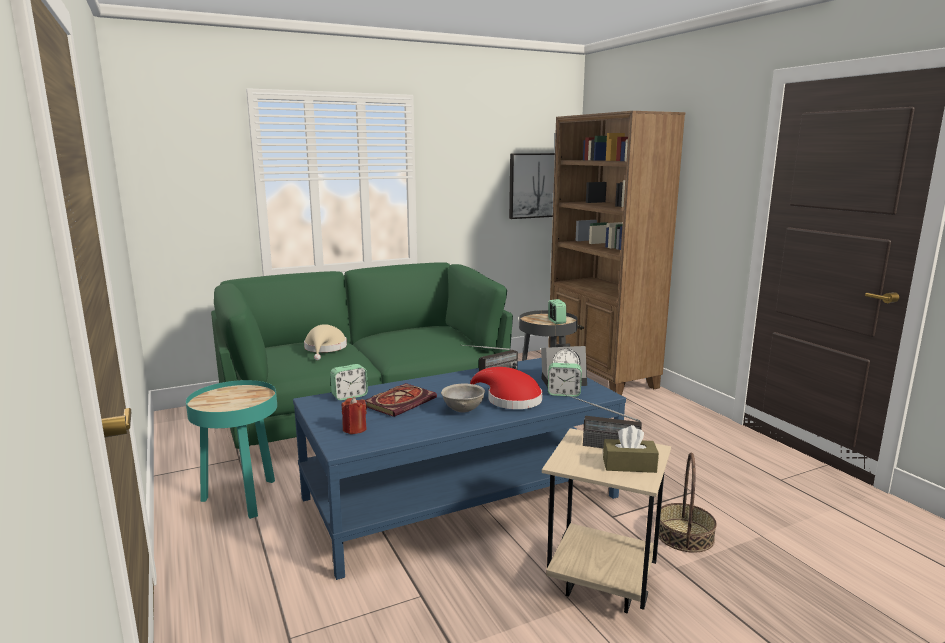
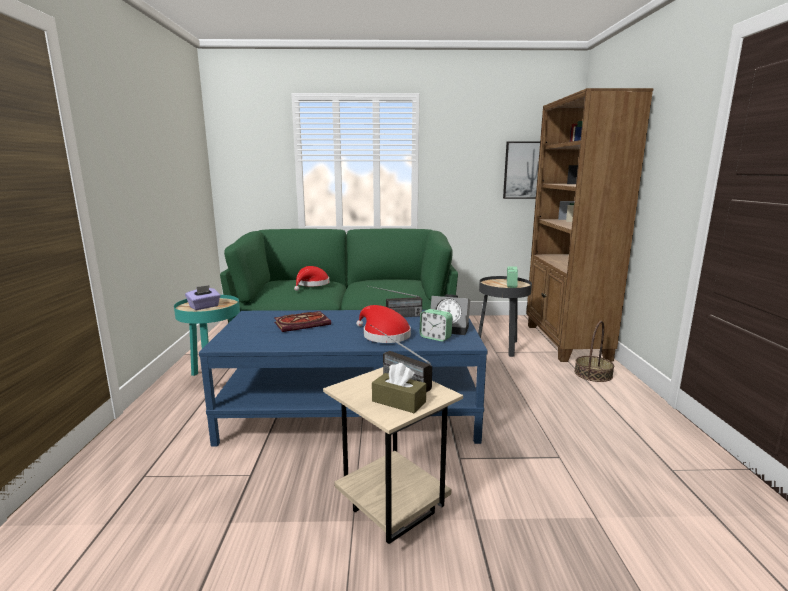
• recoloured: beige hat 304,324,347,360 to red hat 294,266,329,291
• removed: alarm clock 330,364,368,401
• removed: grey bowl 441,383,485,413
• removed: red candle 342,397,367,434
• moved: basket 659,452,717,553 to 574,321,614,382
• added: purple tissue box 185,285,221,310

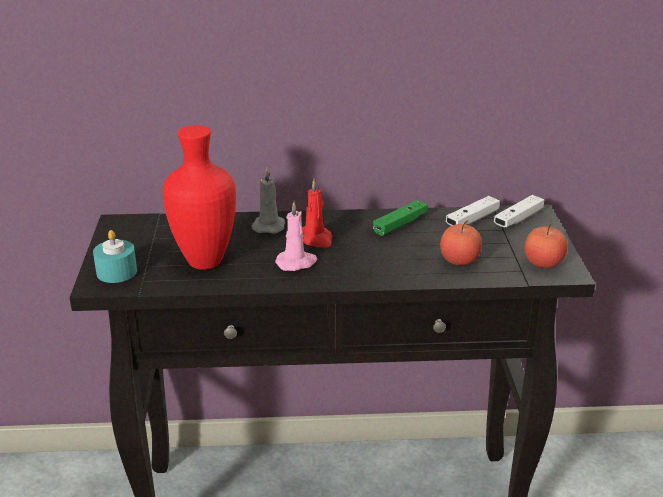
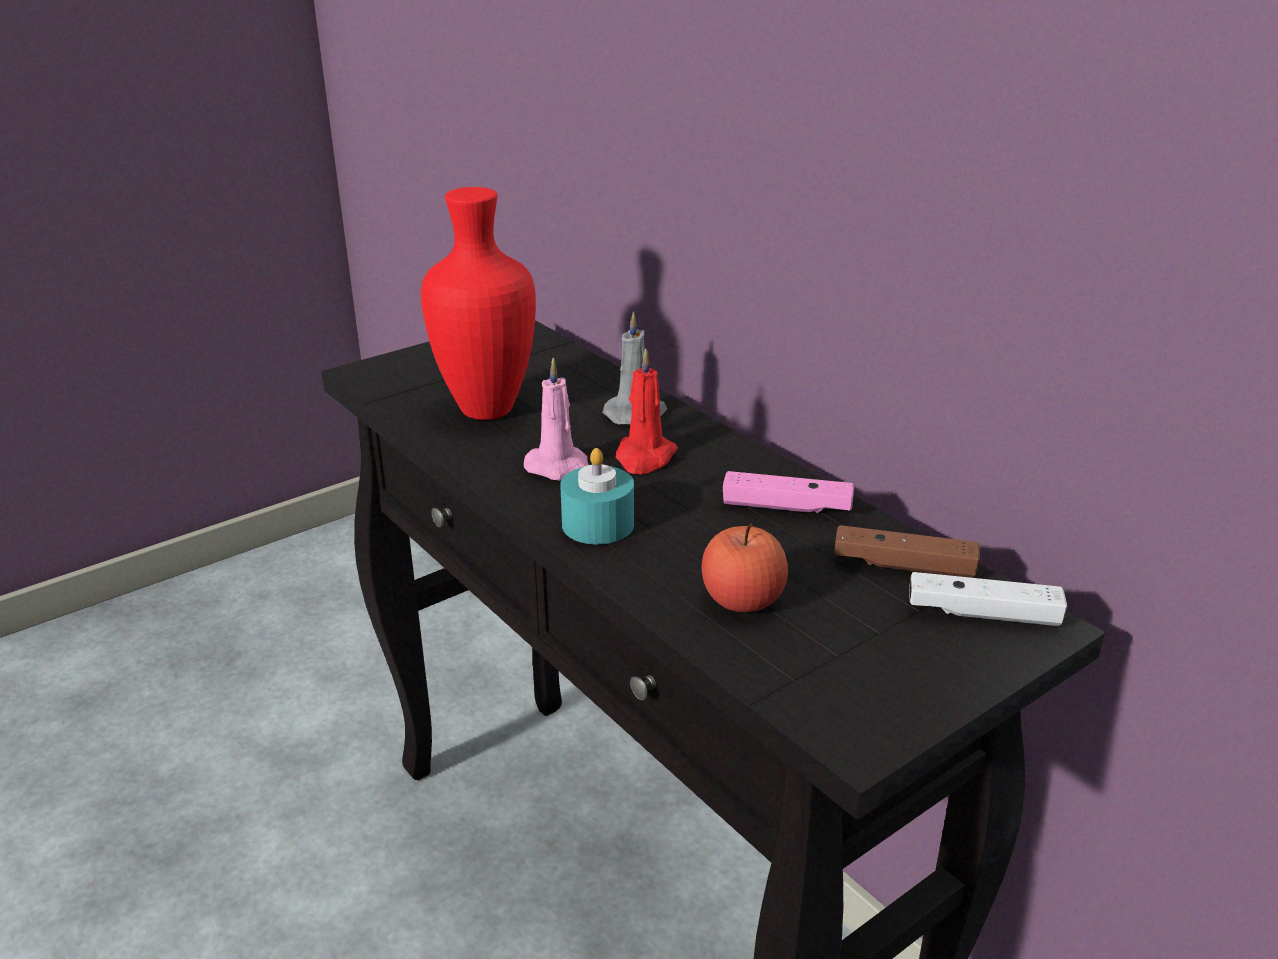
• recoloured: white game controller 446,196,500,226 to brown game controller 834,525,980,578
• recoloured: green game controller 373,200,428,236 to pink game controller 723,471,854,513
• removed: apple 524,220,567,268
• moved: turquoise candle 93,230,137,283 to 560,448,634,545

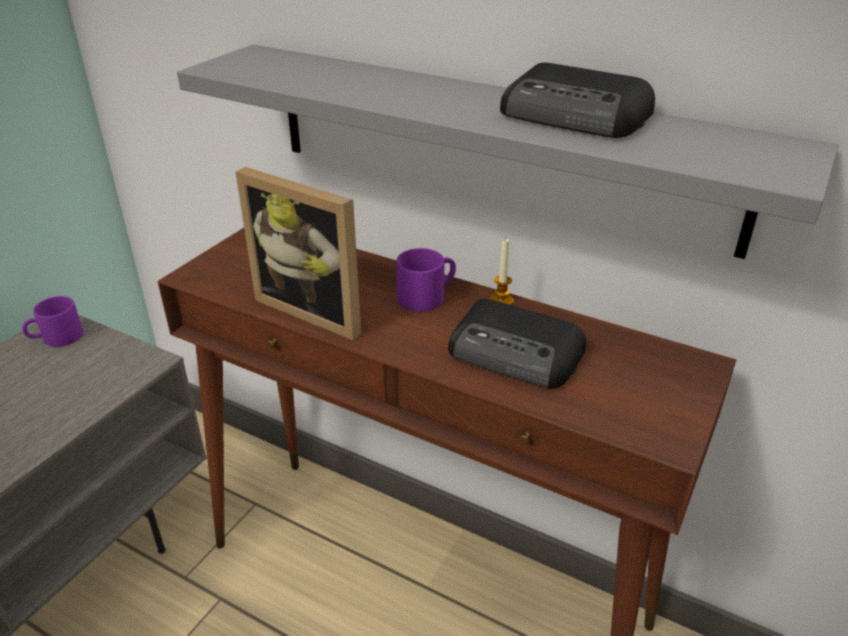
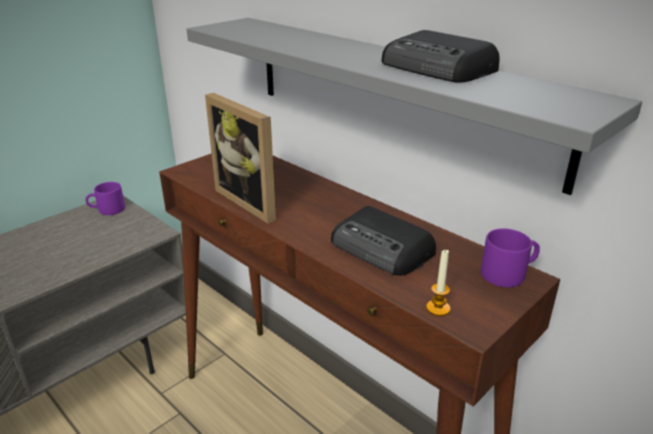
• moved: candle 490,239,514,305 to 426,249,450,316
• moved: purple mug 396,248,456,312 to 481,229,540,287

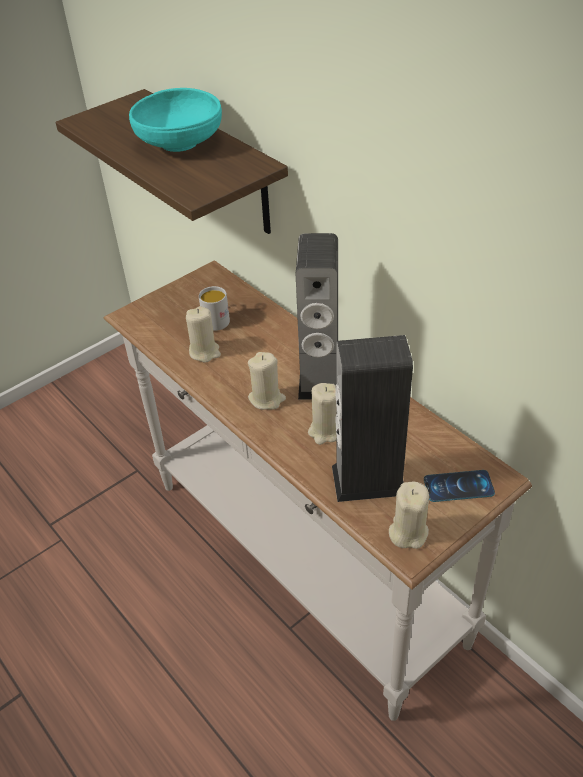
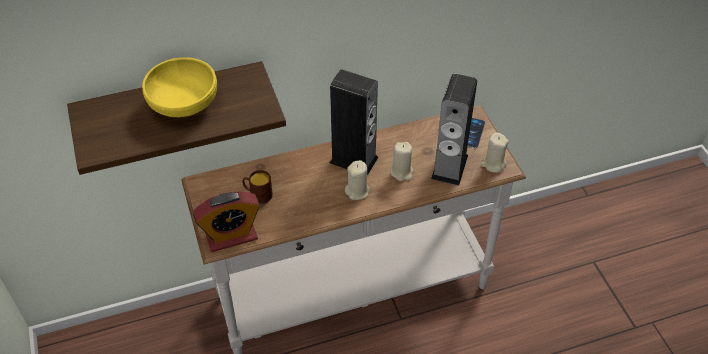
• recoloured: turquoise bowl 129,88,222,152 to yellow bowl 142,57,217,117
• recoloured: white mug 199,286,230,331 to brown mug 242,170,273,204
• removed: beige candle 186,306,221,363
• added: alarm clock 193,192,260,252

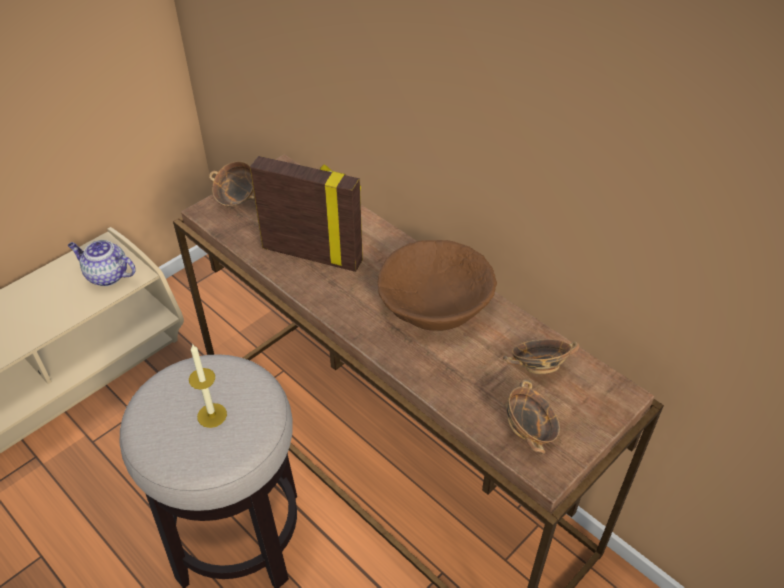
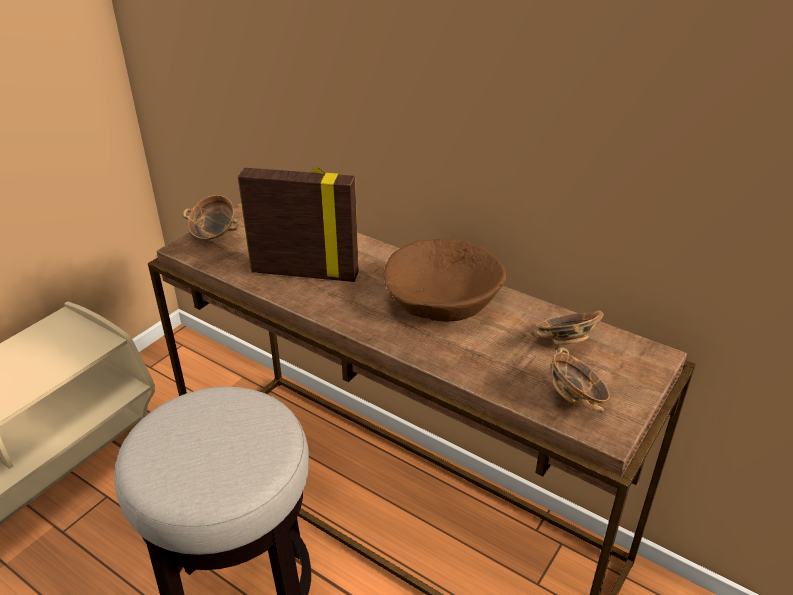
• removed: teapot 68,240,136,286
• removed: candle 189,345,227,428

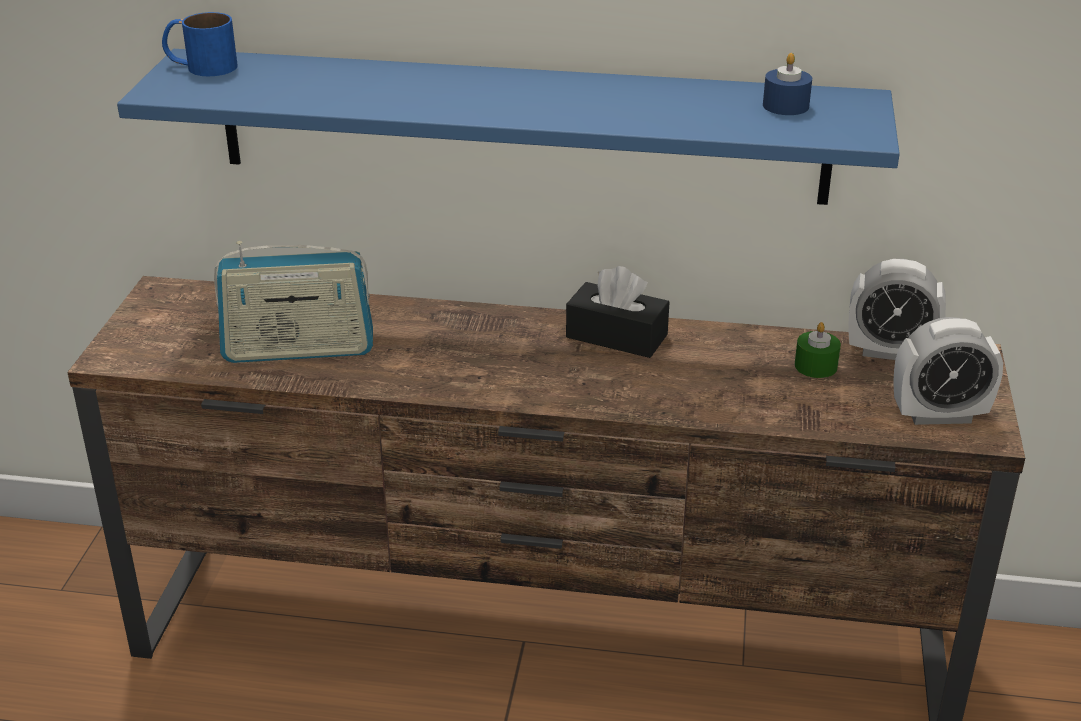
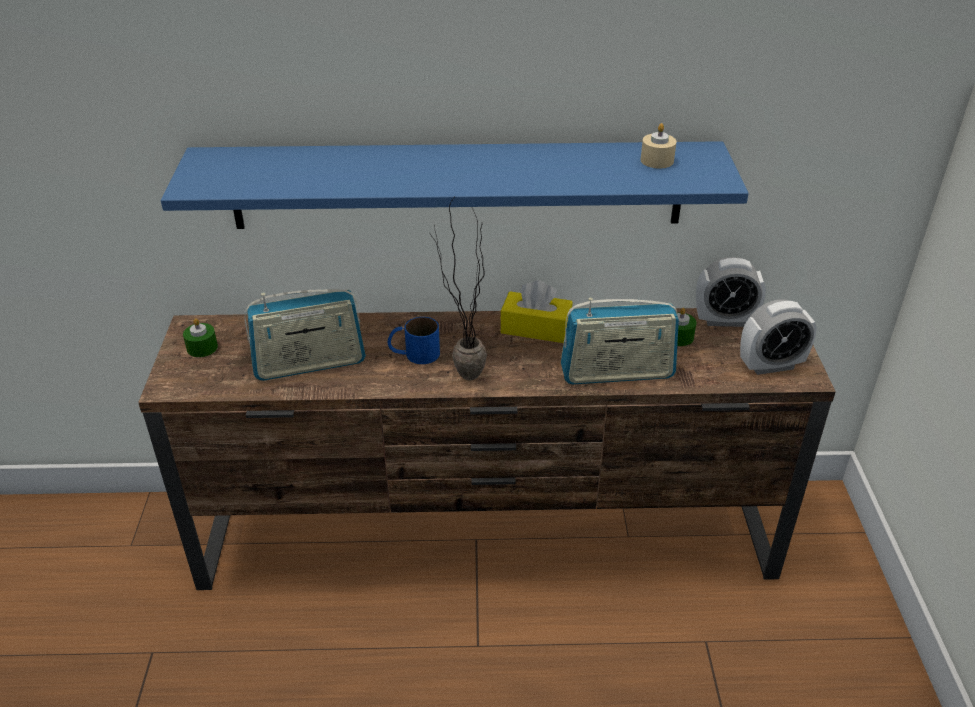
• moved: blue mug 162,12,237,76 to 387,317,440,364
• recoloured: blue candle 763,53,812,115 to beige candle 641,123,677,169
• recoloured: black tissue box 566,266,669,358 to yellow tissue box 501,281,572,343
• added: potted plant 430,195,487,380
• added: radio 561,297,679,385
• added: green candle 183,318,218,357

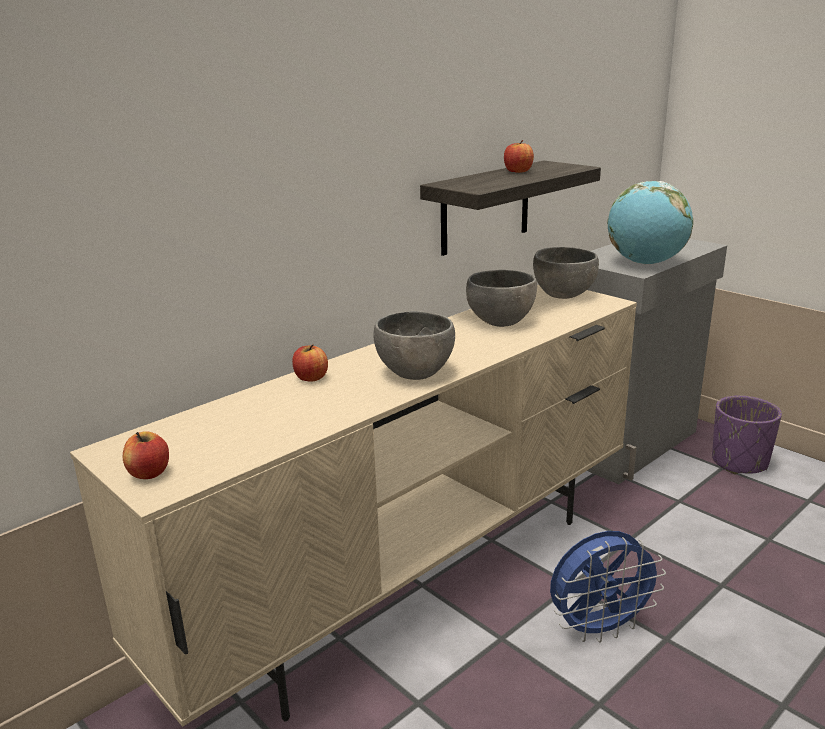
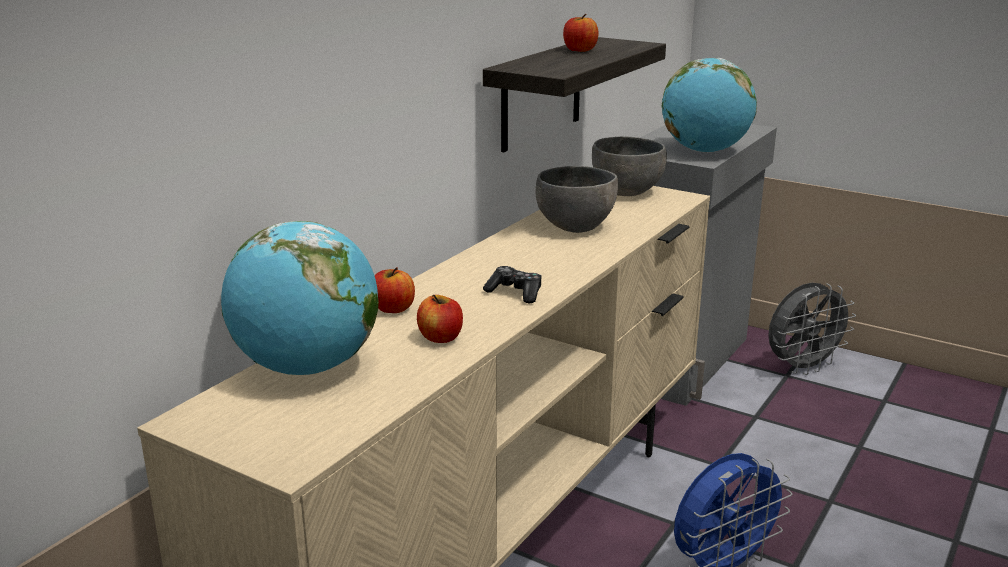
• replaced: grey bowl 373,311,455,380 to game controller 483,266,542,303
• replaced: purple planter 712,396,782,474 to grey fan 768,283,856,375
• moved: apple 123,431,169,479 to 417,295,463,343
• added: globe 221,221,379,375

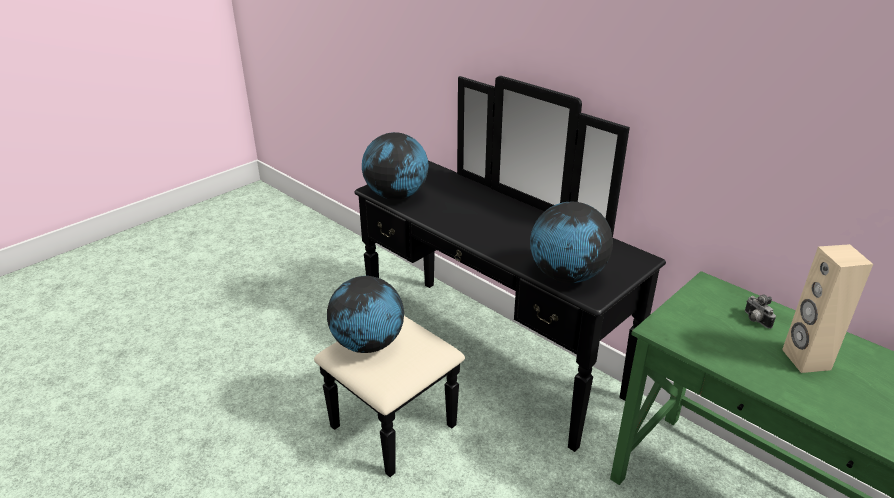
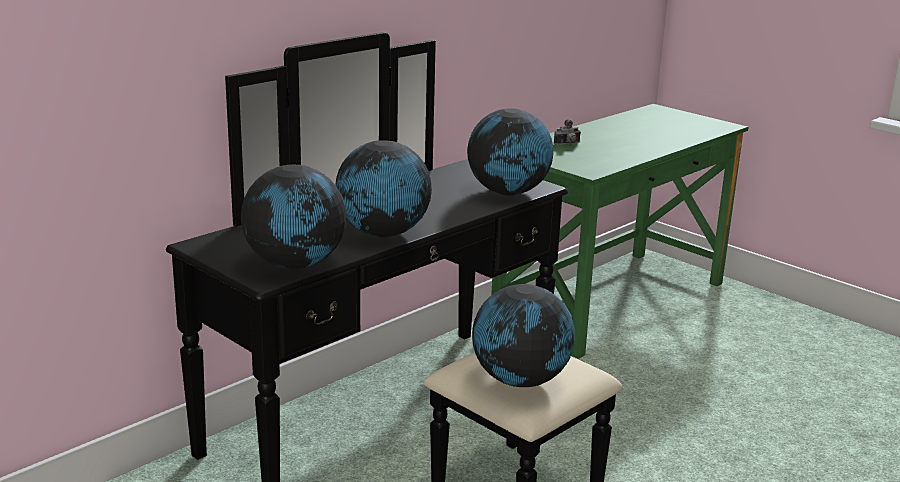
• removed: beige speaker 782,244,873,373
• added: globe 335,140,432,237

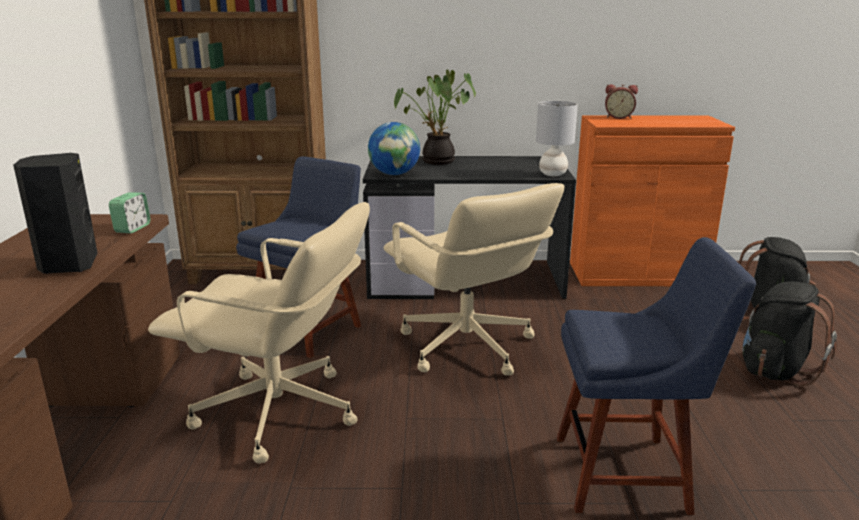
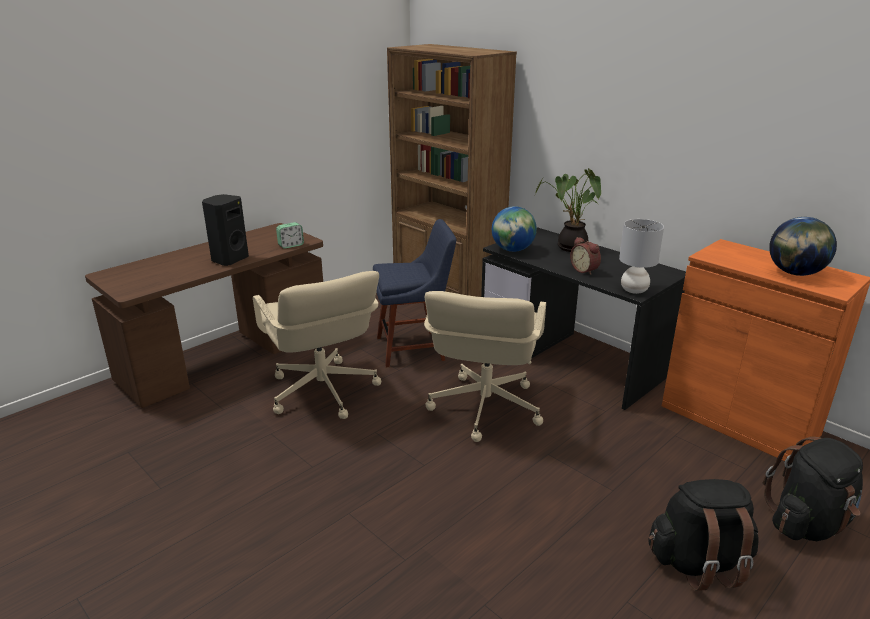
• moved: alarm clock 605,84,638,119 to 570,237,601,275
• removed: blue chair 557,237,756,515
• added: globe 769,217,837,276

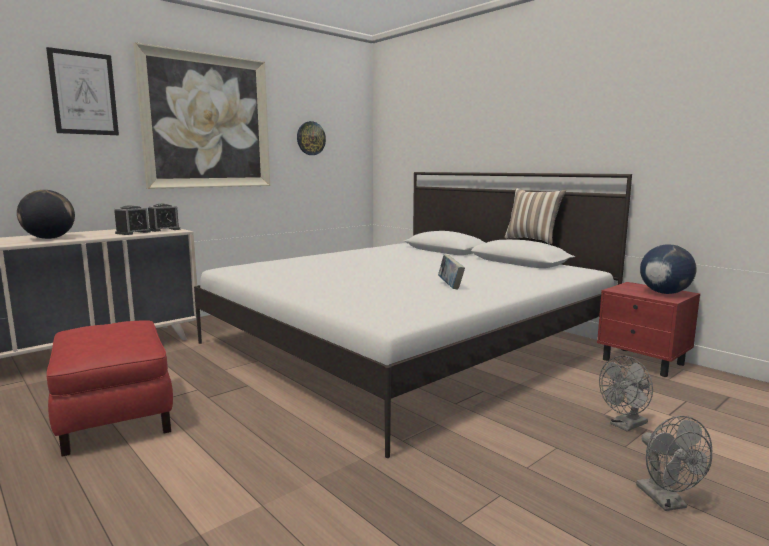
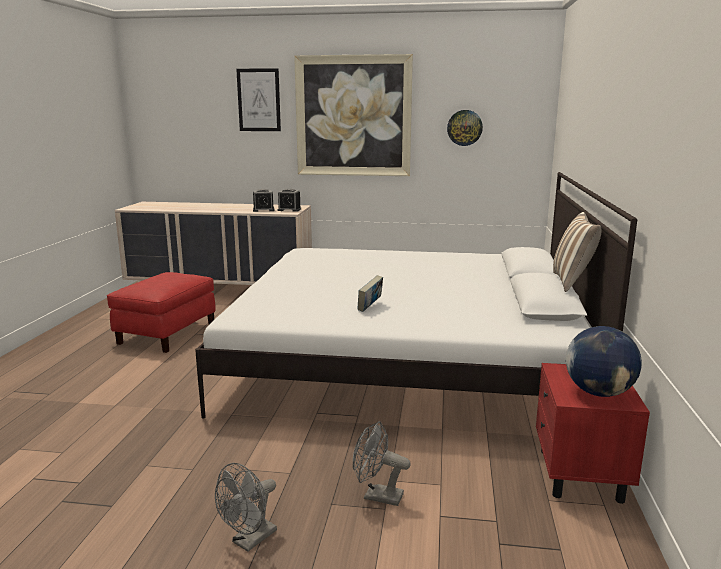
• removed: globe 17,190,75,239

